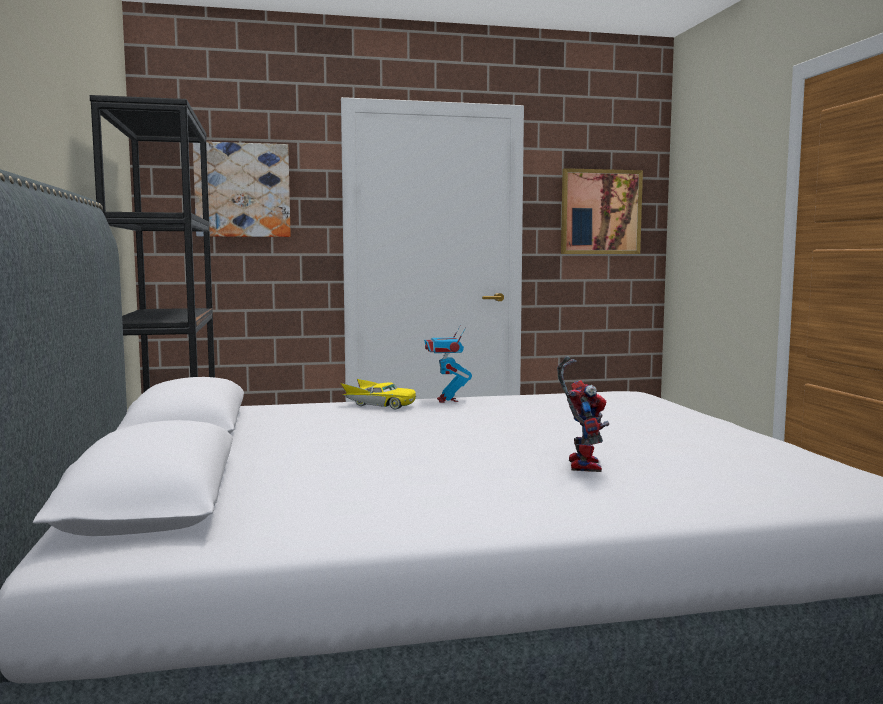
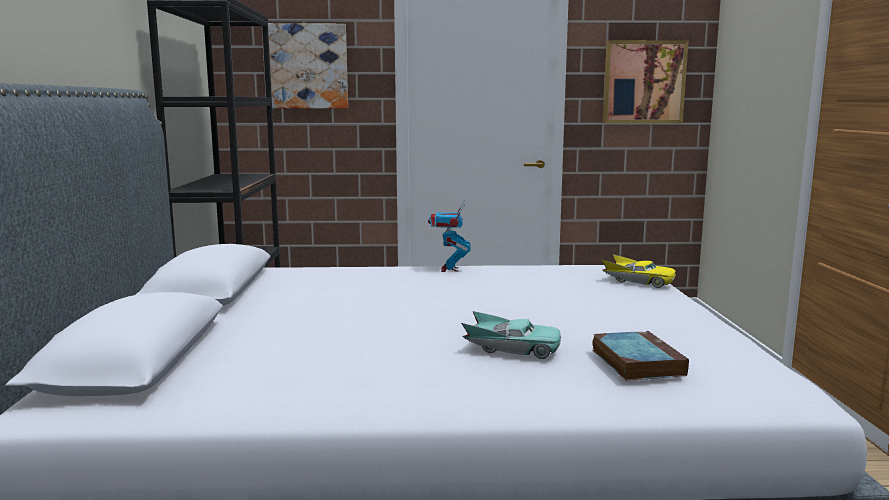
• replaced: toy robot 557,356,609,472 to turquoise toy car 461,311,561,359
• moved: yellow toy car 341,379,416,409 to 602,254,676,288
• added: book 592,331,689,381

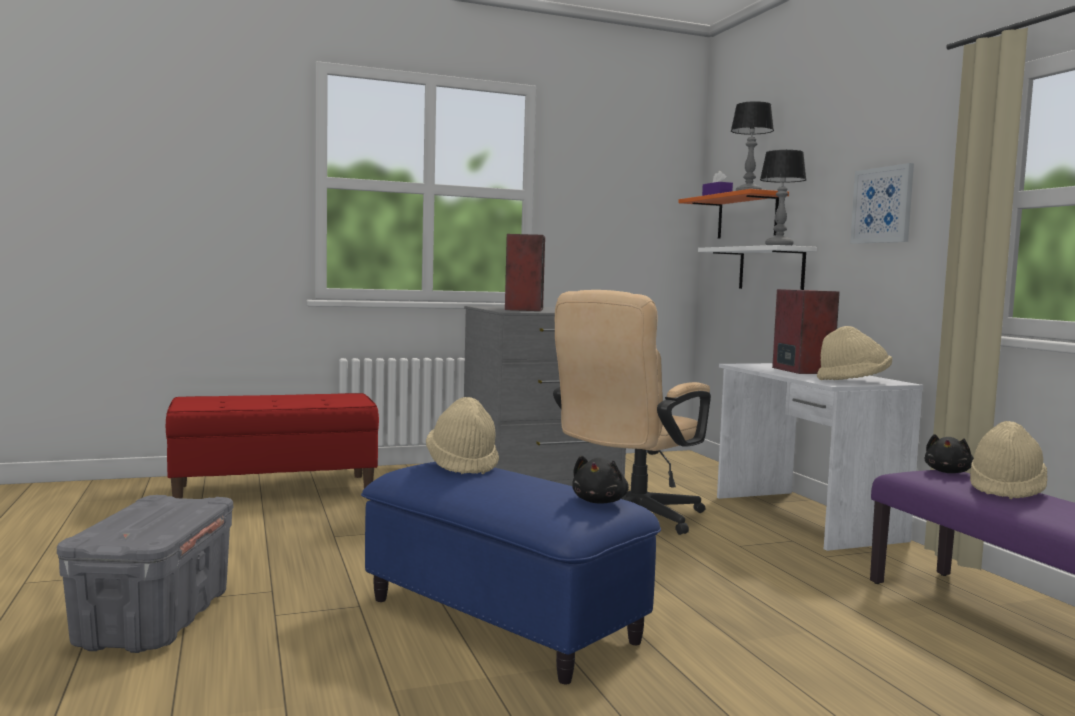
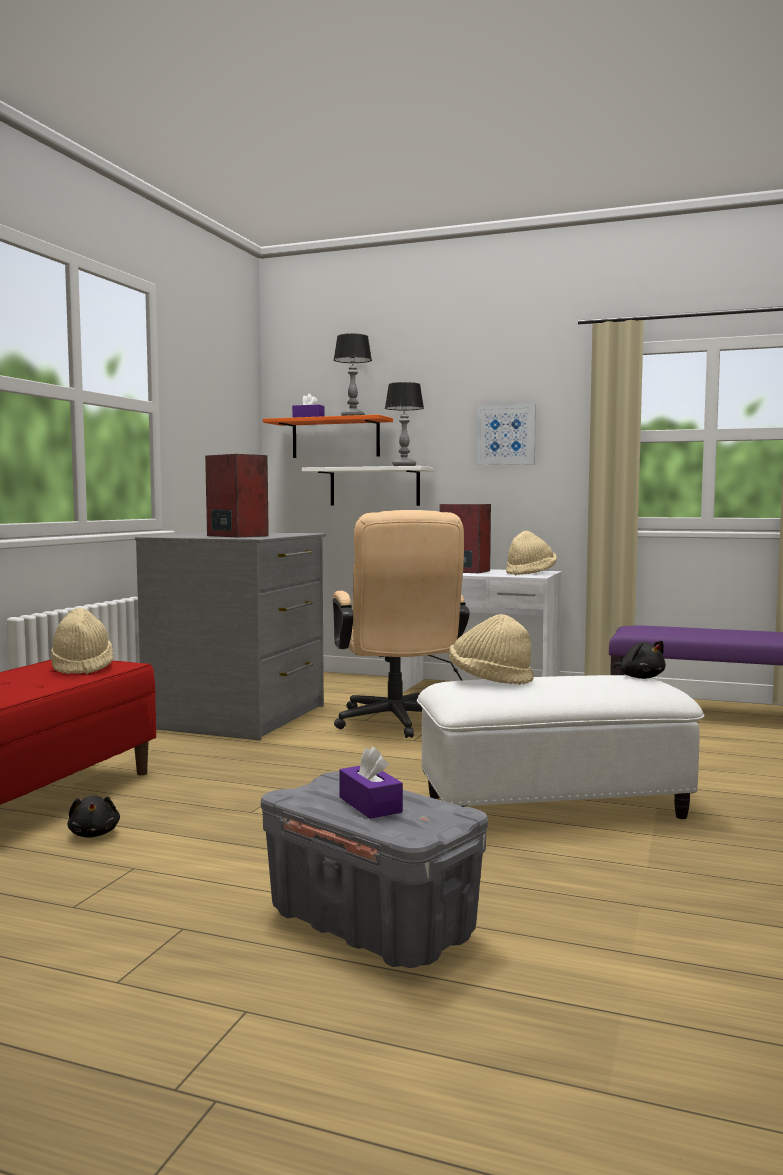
• moved: beige hat 970,421,1047,499 to 51,608,113,674
• moved: black plush toy 925,434,974,473 to 67,796,120,838
• recoloured: blue ottoman 361,462,661,684 to white ottoman 417,675,705,819
• added: purple tissue box 339,746,403,819

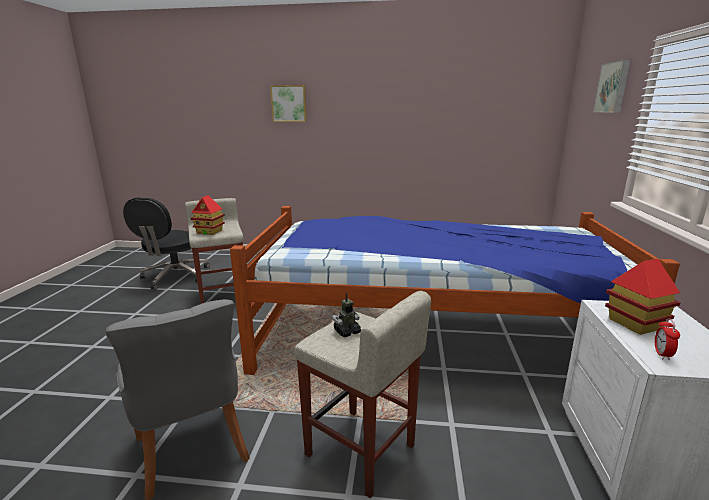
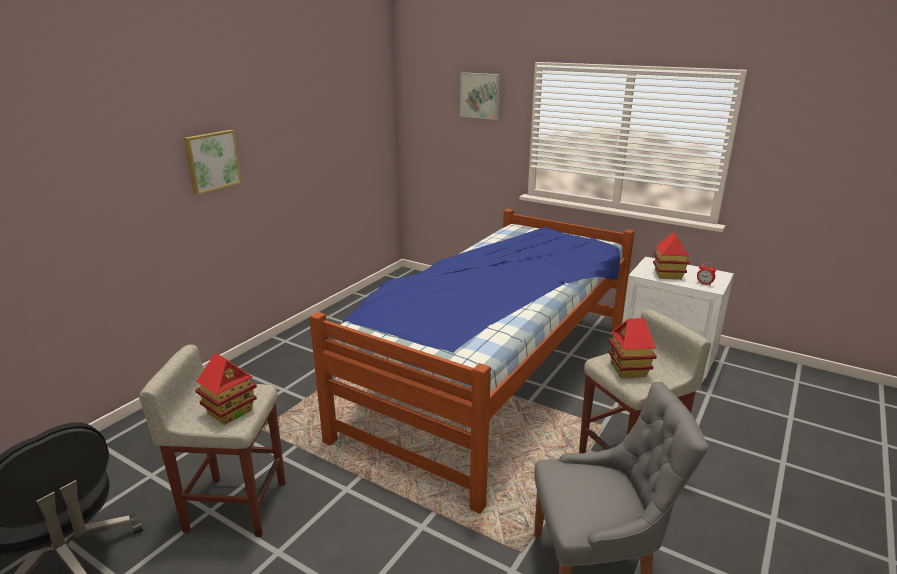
• moved: picture 270,85,307,122 to 184,130,242,194
• replaced: toy robot 332,293,361,337 to toy house 608,318,657,378

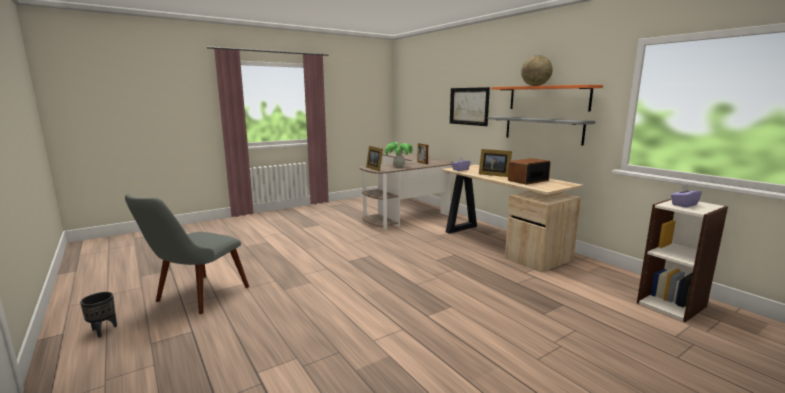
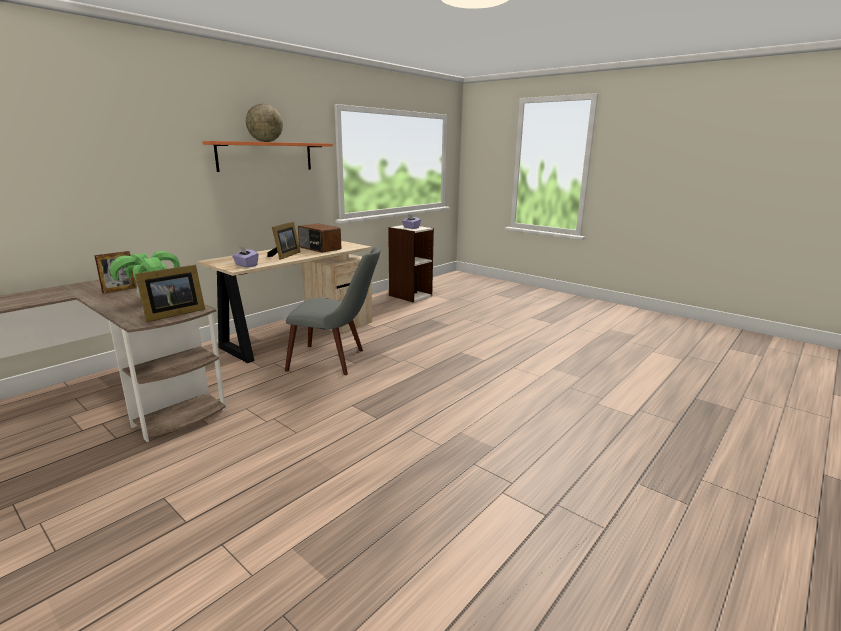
• removed: picture 450,87,490,126
• removed: grey shelf 487,116,595,146
• moved: grey chair 125,194,249,314 to 285,247,380,375
• removed: black planter 80,292,117,337

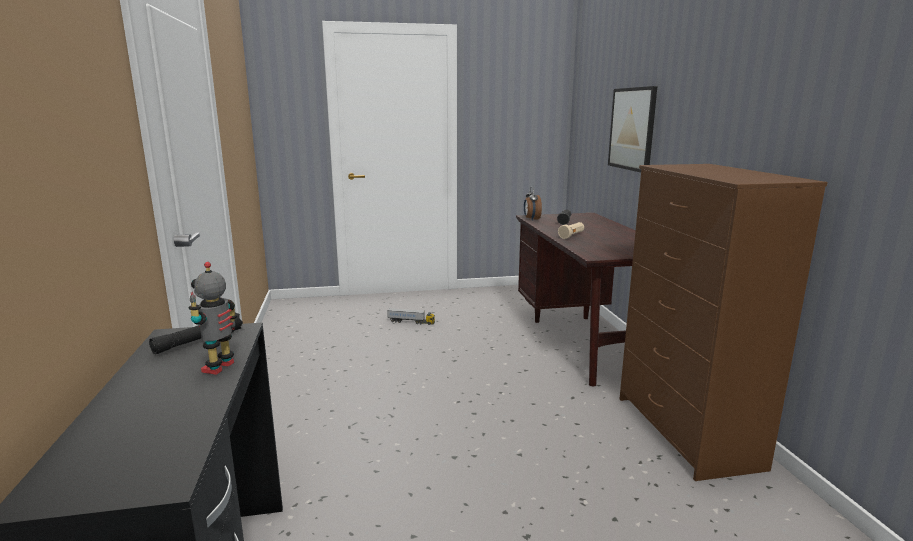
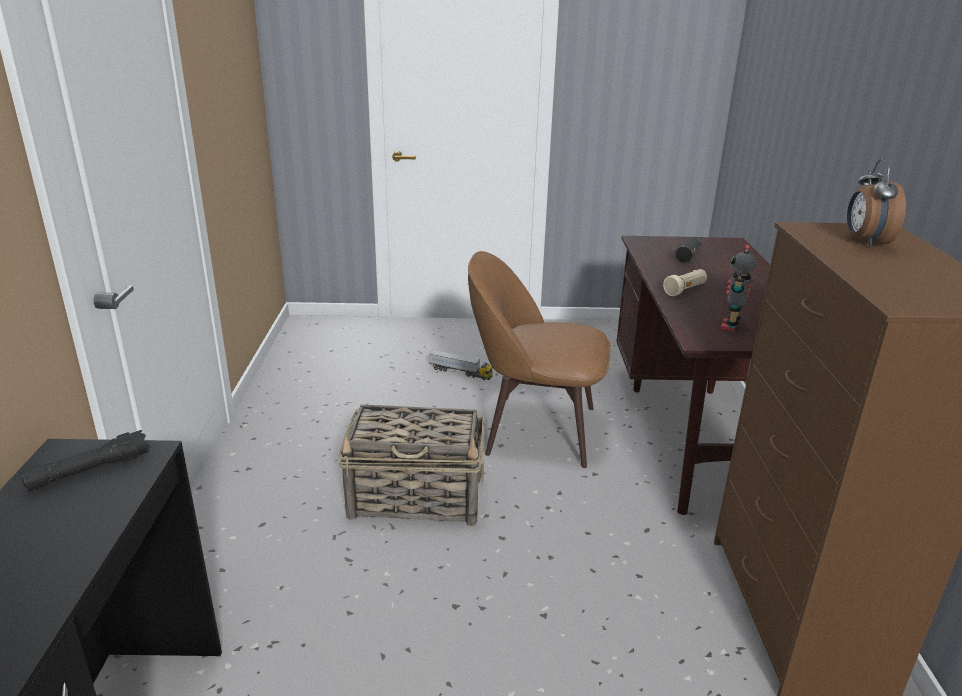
• removed: picture 608,86,657,173
• moved: alarm clock 524,187,542,221 to 847,159,906,247
• moved: toy robot 189,262,237,375 to 720,245,756,332
• added: brown chair 468,251,611,468
• added: basket 338,405,485,526

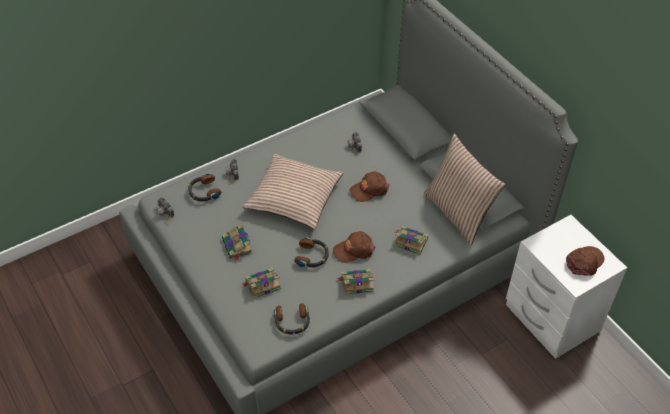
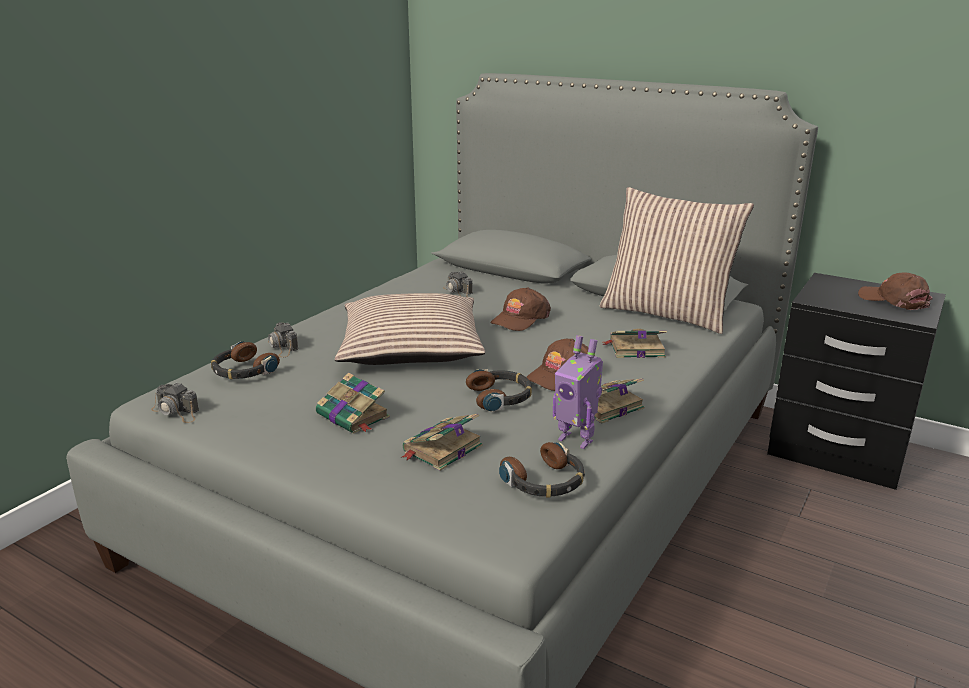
• recoloured: white nightstand 506,215,627,359 to black nightstand 767,273,946,490
• turned: brown cap 566,246,604,276 = 858,272,933,310 60 degrees counterclockwise
• added: toy robot 553,335,603,449

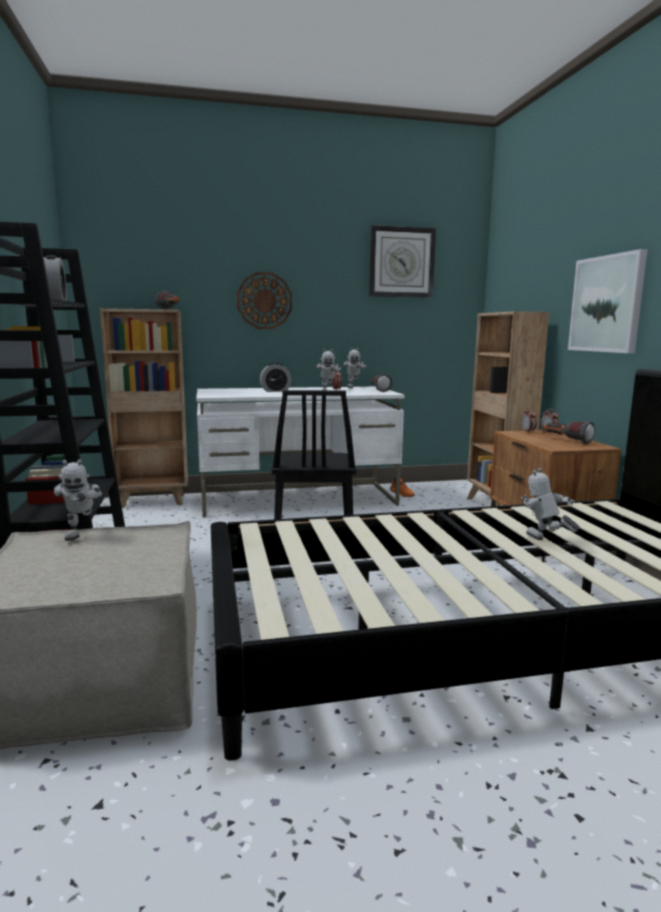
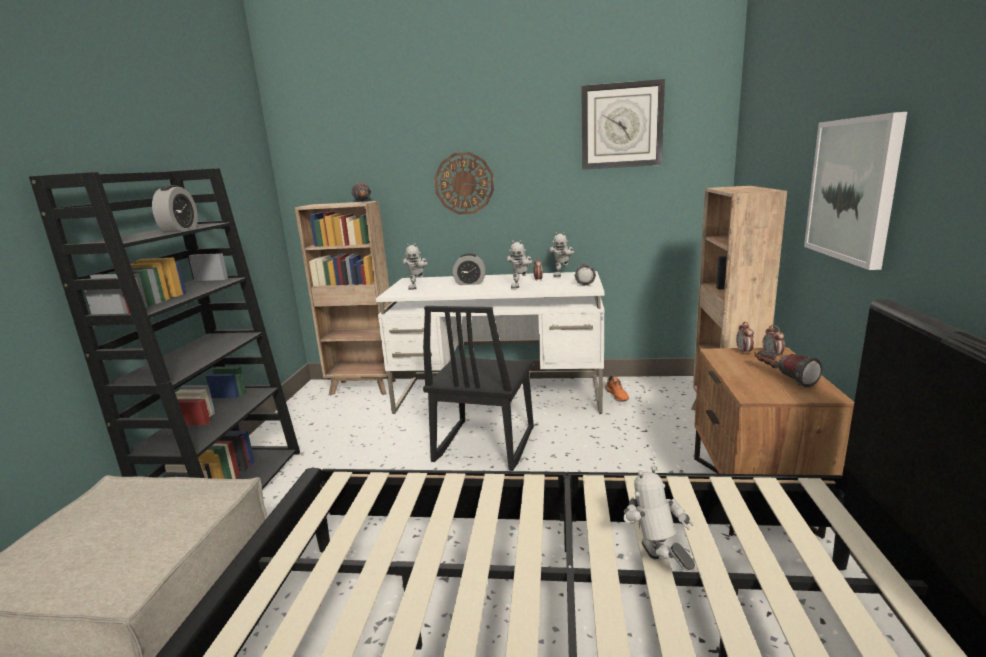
• moved: toy robot 54,459,102,541 to 403,243,428,290

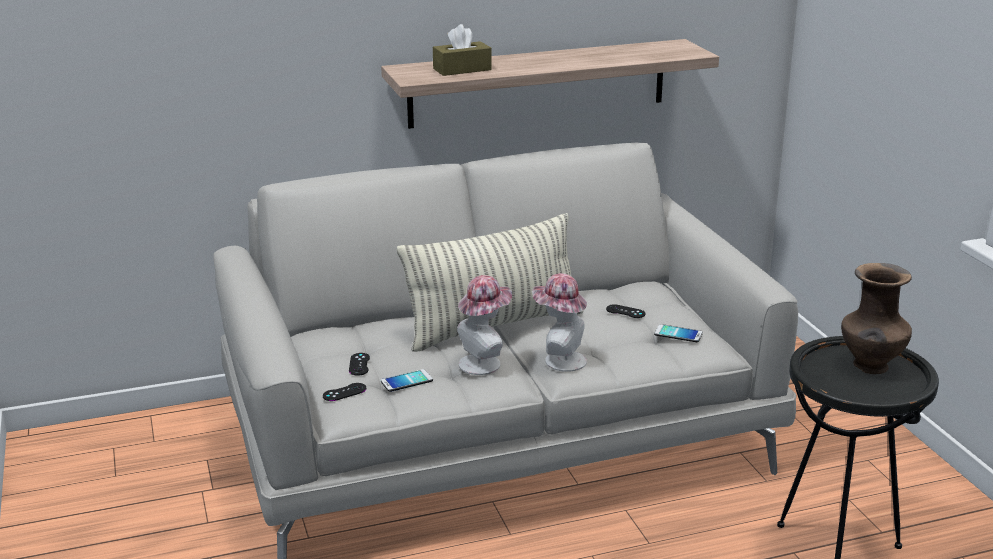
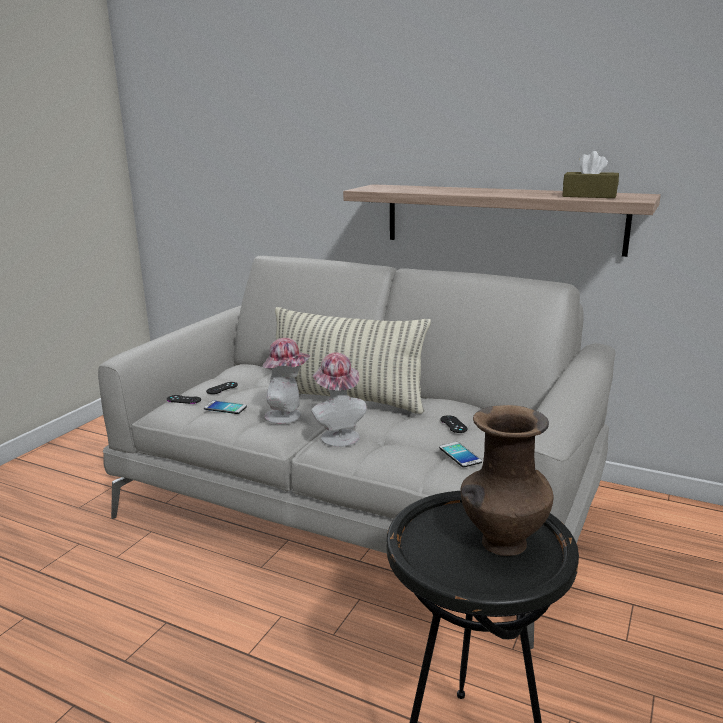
• moved: brown tissue box 433,24,492,76 to 562,151,619,198

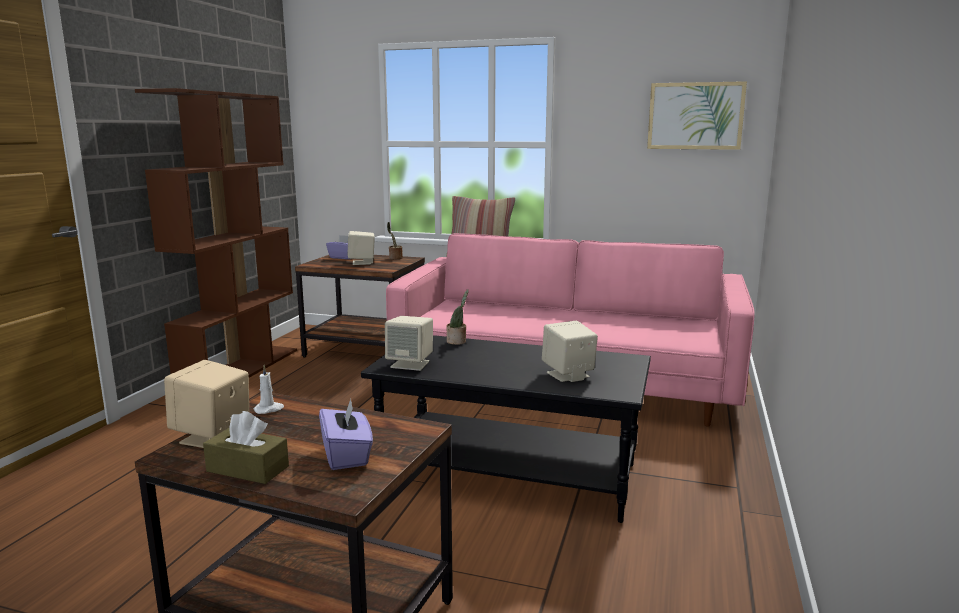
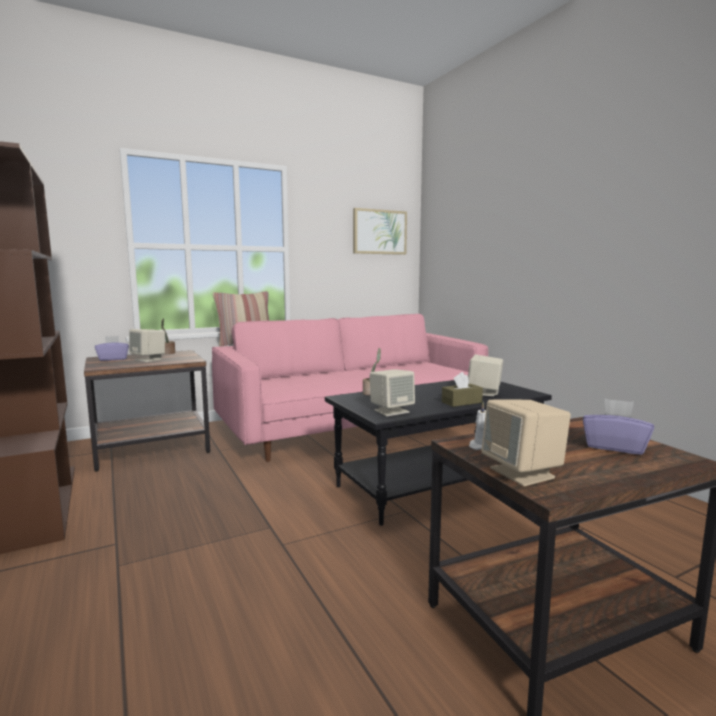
• moved: brown tissue box 203,411,289,484 to 442,372,483,407

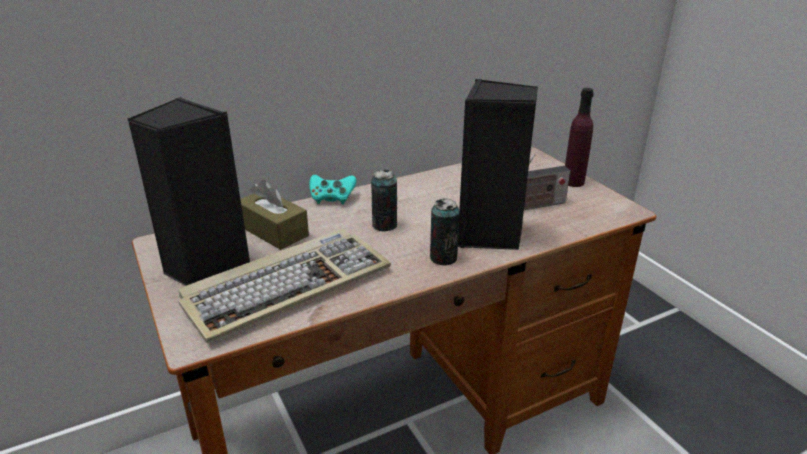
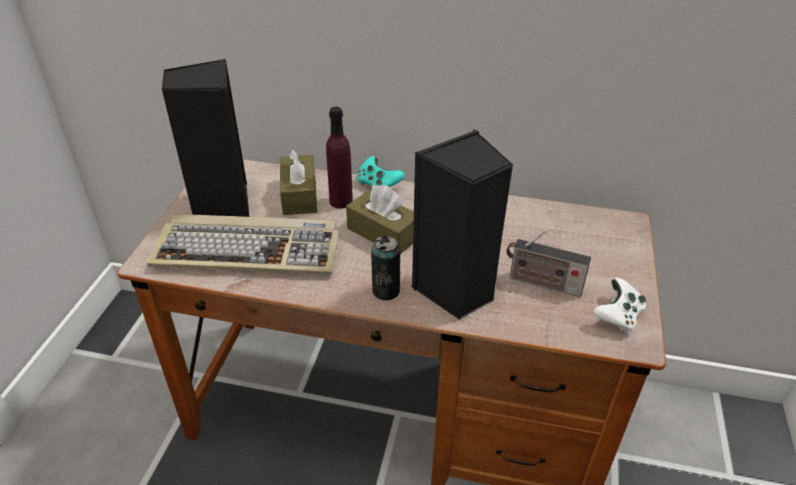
• moved: purple bottle 565,88,594,187 to 326,107,353,209
• replaced: can 371,170,397,232 to brown tissue box 346,185,414,254
• added: white game controller 593,278,646,333

